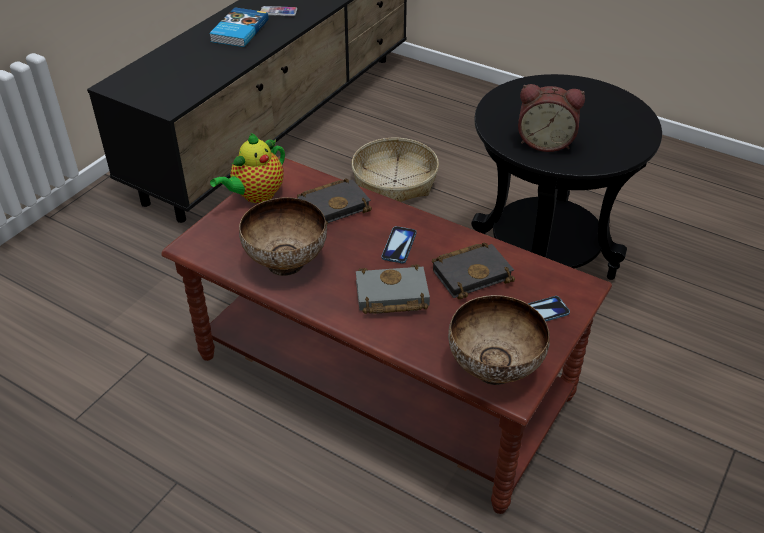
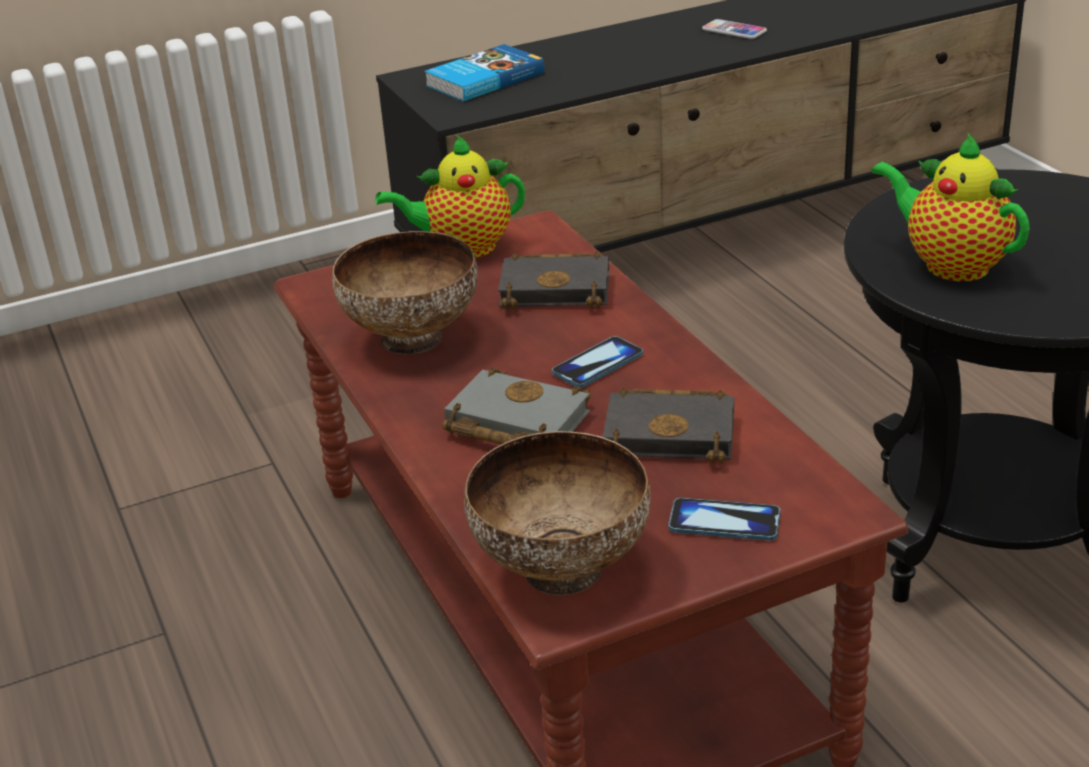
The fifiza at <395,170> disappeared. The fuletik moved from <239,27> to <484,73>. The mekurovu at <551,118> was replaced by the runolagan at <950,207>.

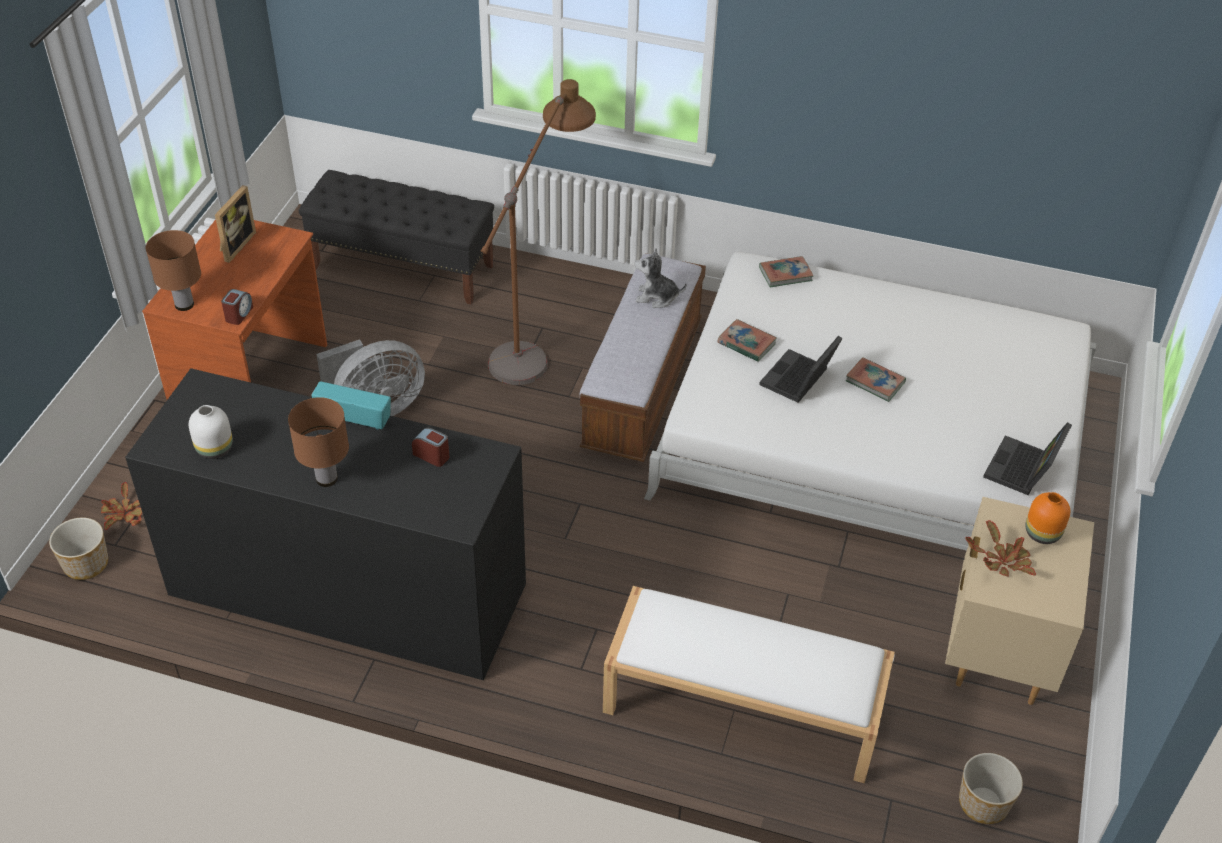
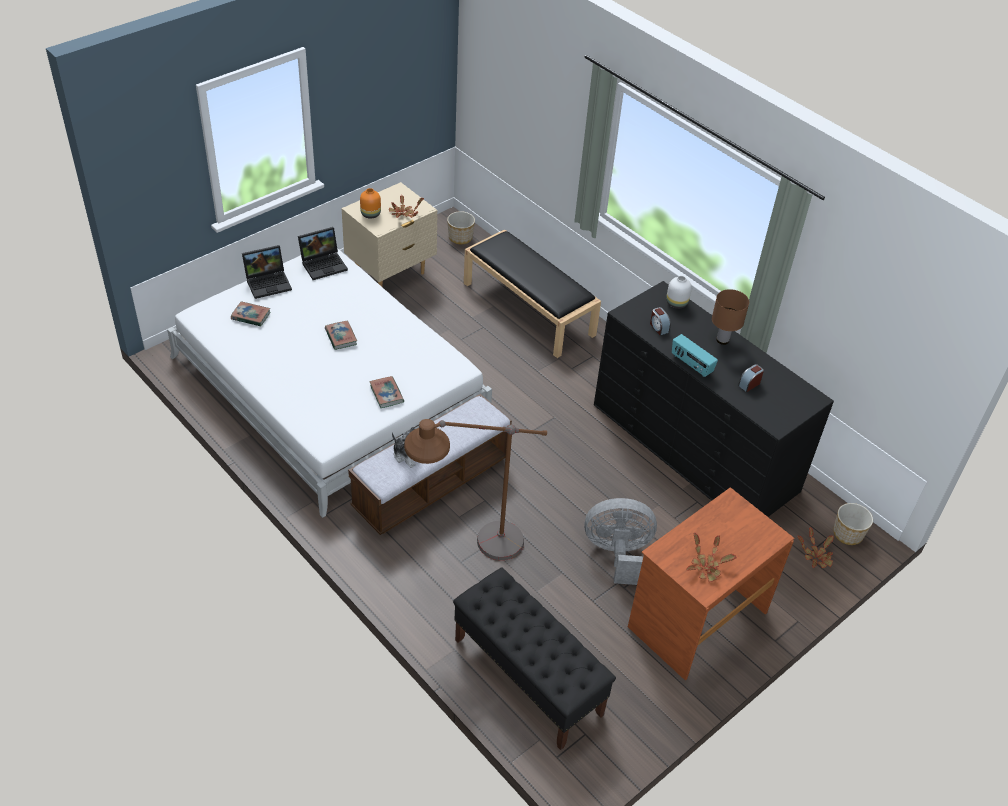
The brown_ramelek at <173,270> disappeared. The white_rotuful moved from <211,432> to <679,292>. The mekurovu moved from <237,307> to <751,378>. The fuletik moved from <786,271> to <250,313>. The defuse moved from <801,369> to <267,272>. The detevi at <235,224> was replaced by the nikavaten at <711,557>. The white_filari at <749,684> became the black_filari at <532,293>.

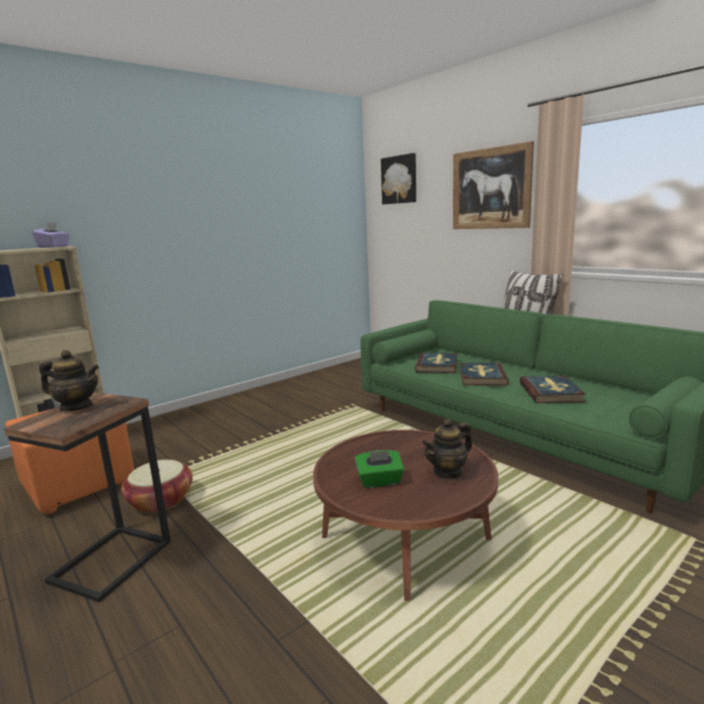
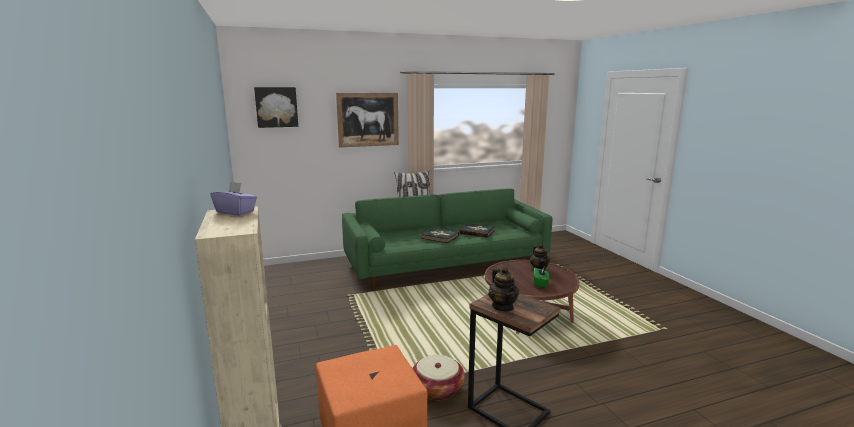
The fuletik at <436,363> disappeared. The runolagan at <69,380> turned 135 degrees clockwise.

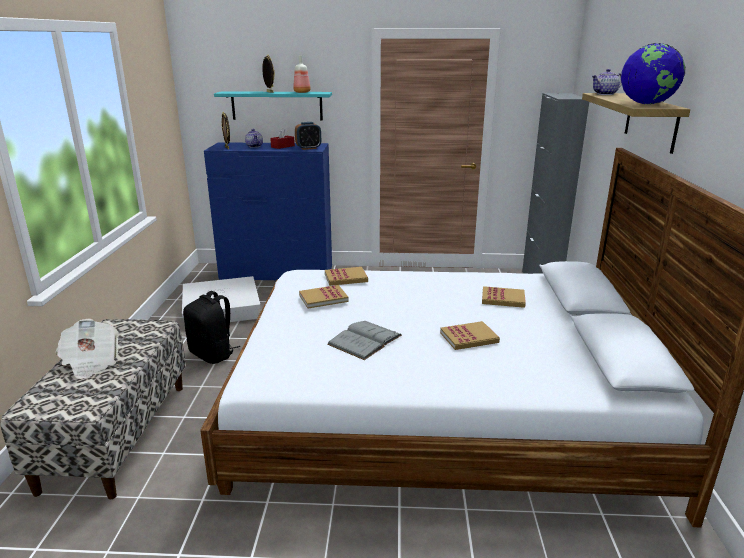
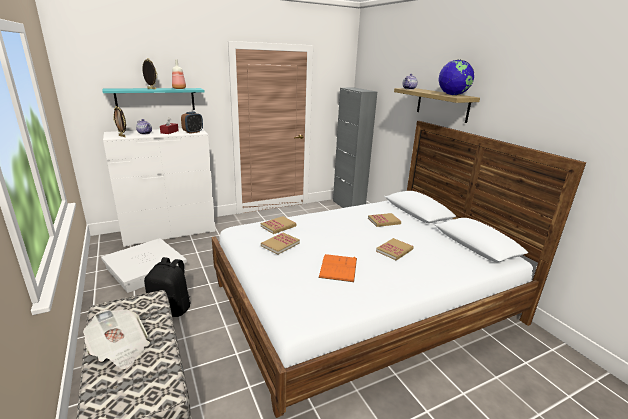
The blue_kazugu at <268,211> became the white_kazugu at <159,187>. The grey_fuletik at <364,340> became the orange_fuletik at <337,268>.

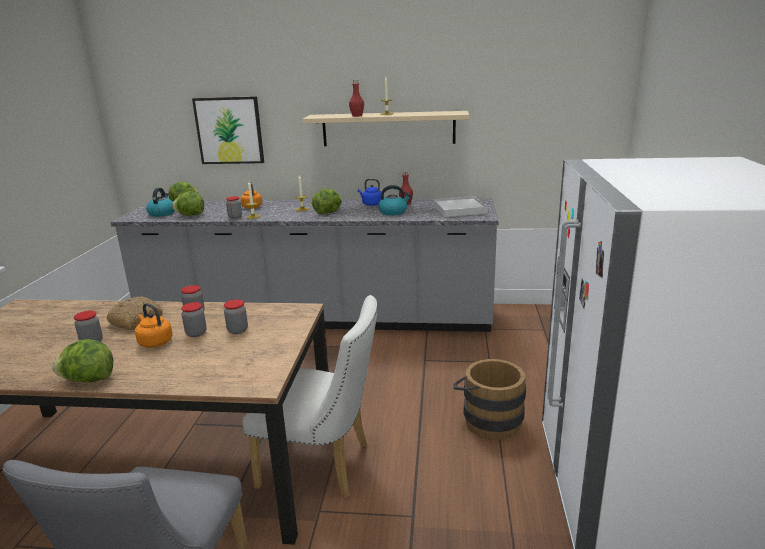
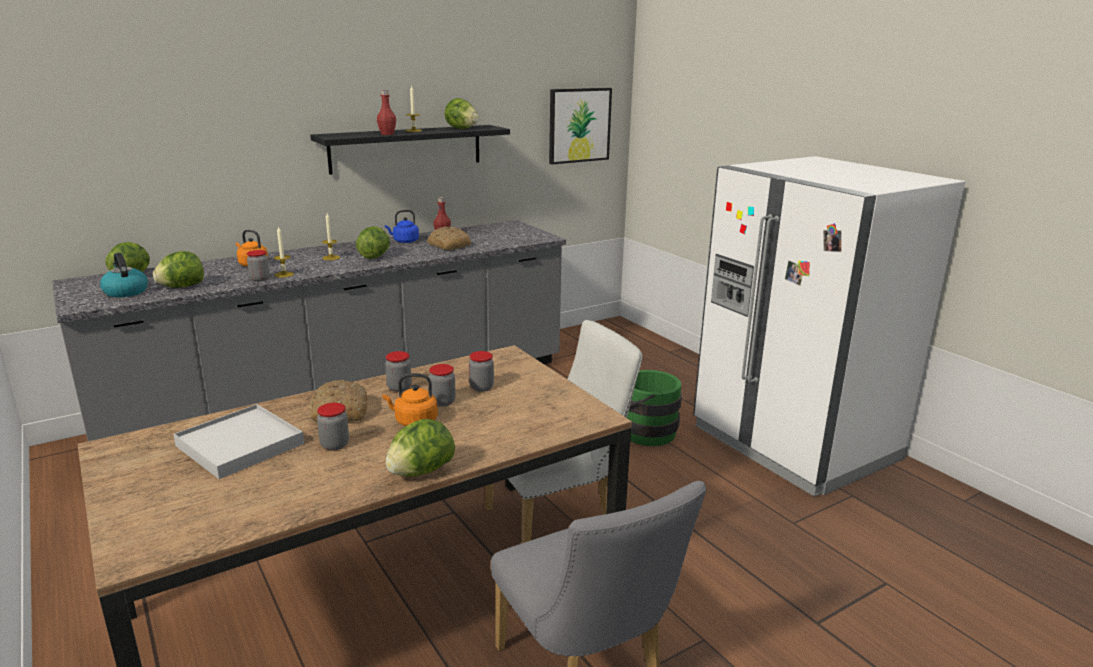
The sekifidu at <461,113> appeared. The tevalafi moved from <228,130> to <580,126>. The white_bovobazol moved from <460,206> to <238,441>. The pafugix at <394,200> was replaced by the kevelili at <449,238>. The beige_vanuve at <385,128> became the black_vanuve at <410,150>. The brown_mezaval at <489,399> became the green_mezaval at <654,408>.

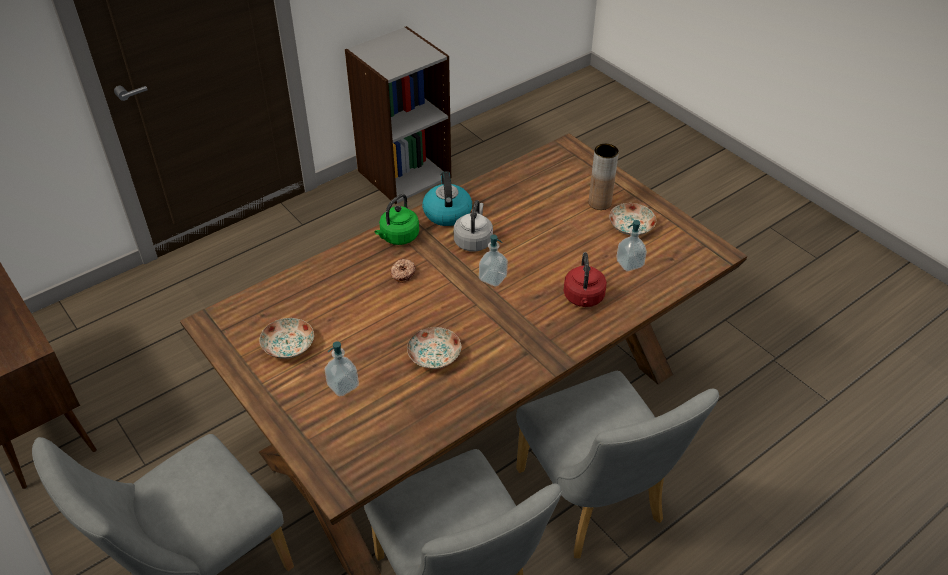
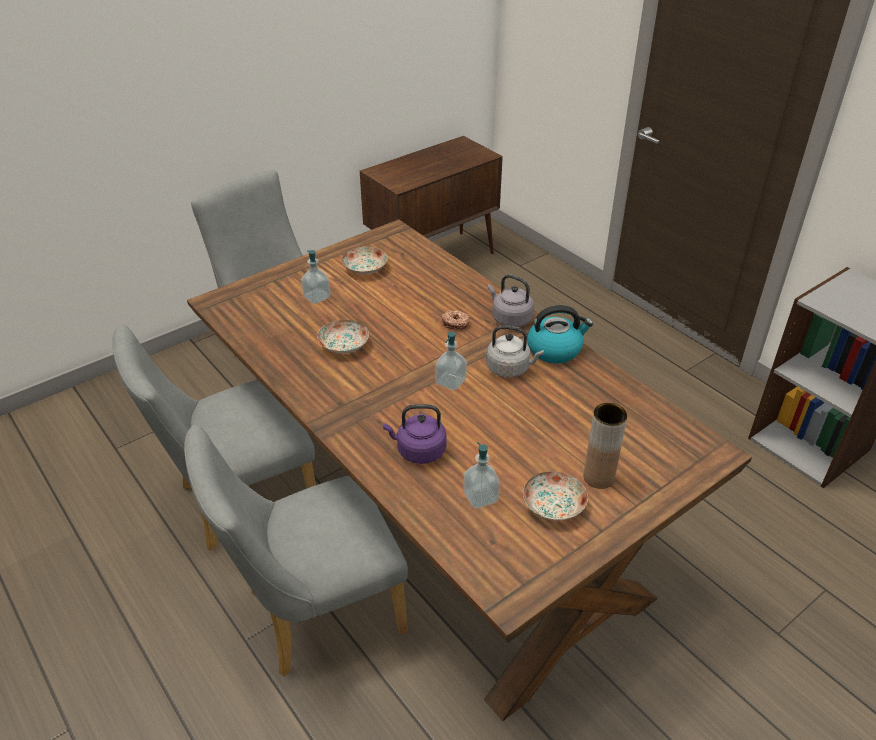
The green_pafugix at <397,219> became the grey_pafugix at <511,300>. The red_pafugix at <585,279> became the purple_pafugix at <415,434>.

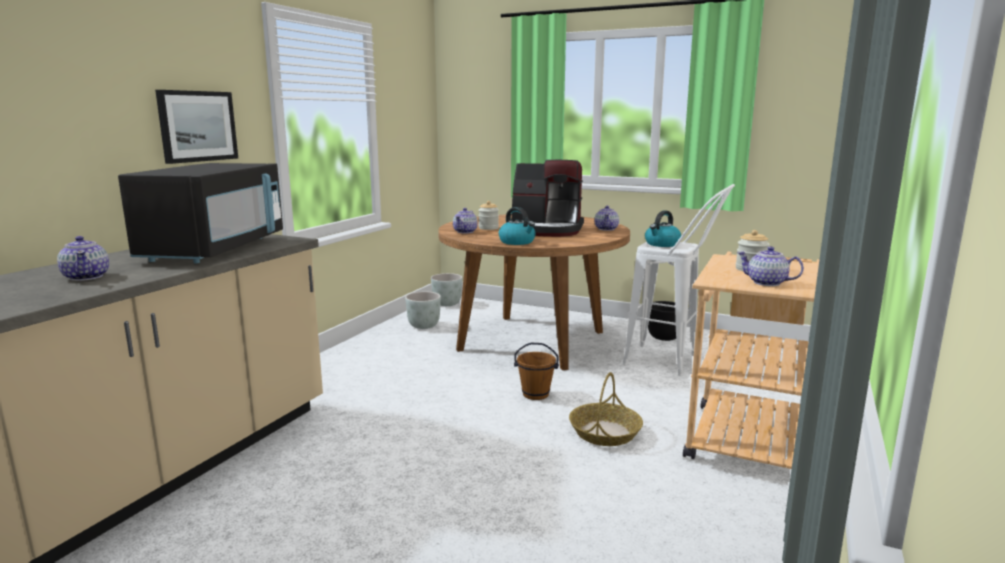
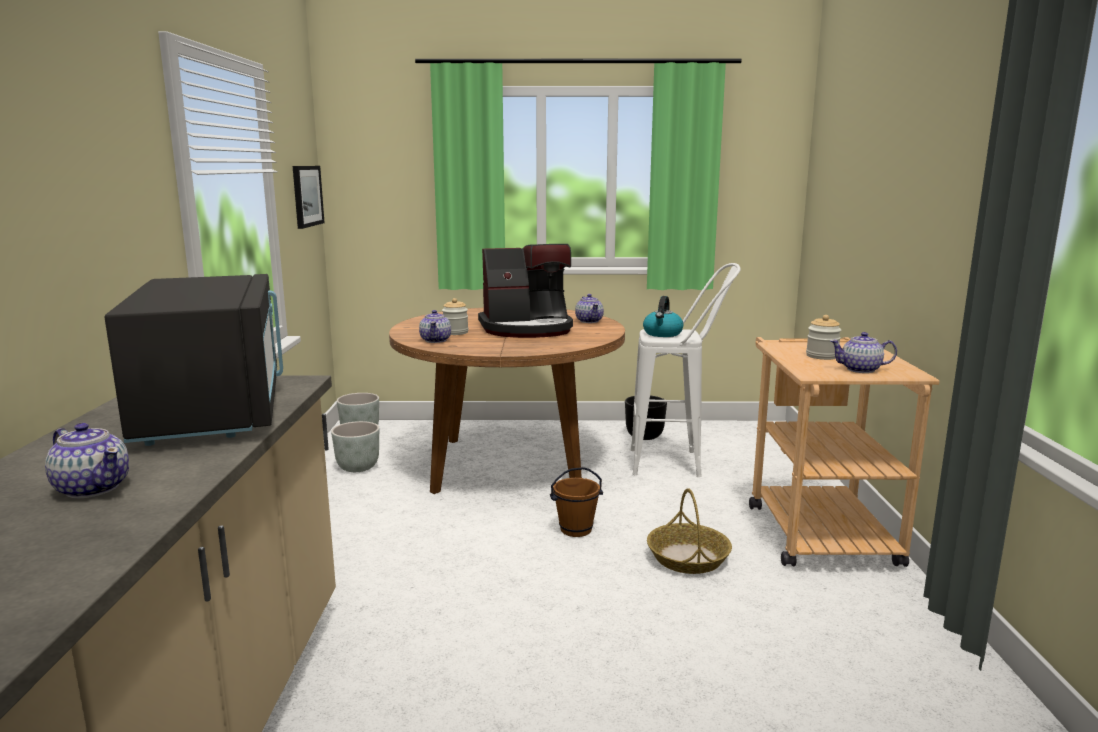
The pafugix at <517,226> disappeared. The tevalafi moved from <196,127> to <308,197>.

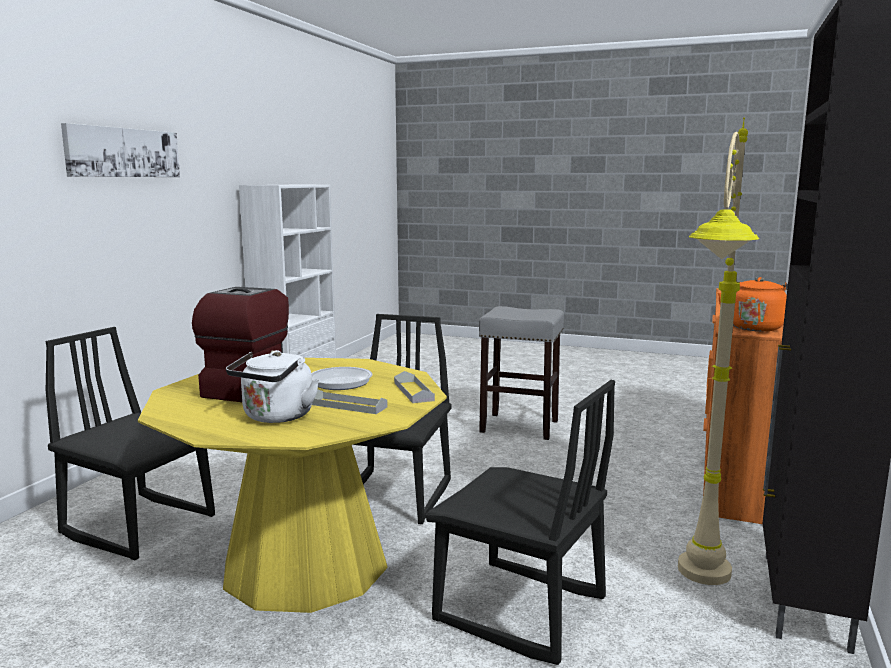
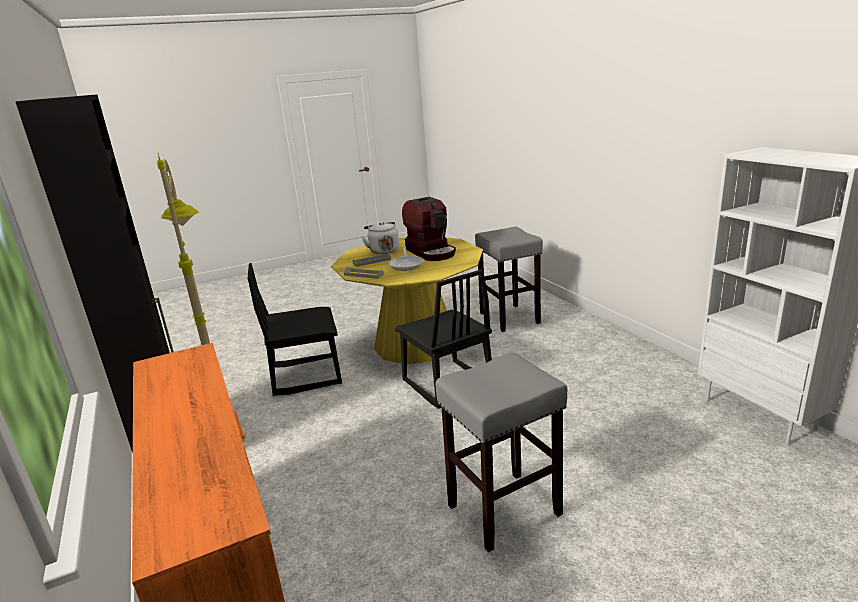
The tevalafi at <120,150> disappeared. The orange_pafugix at <753,304> disappeared. The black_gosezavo at <130,444> was replaced by the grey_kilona at <509,279>.

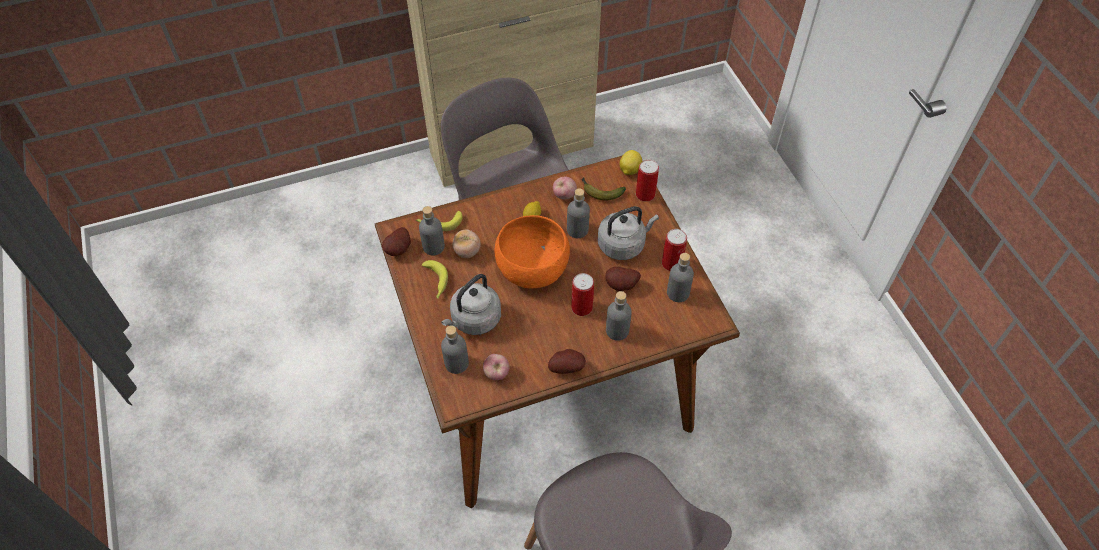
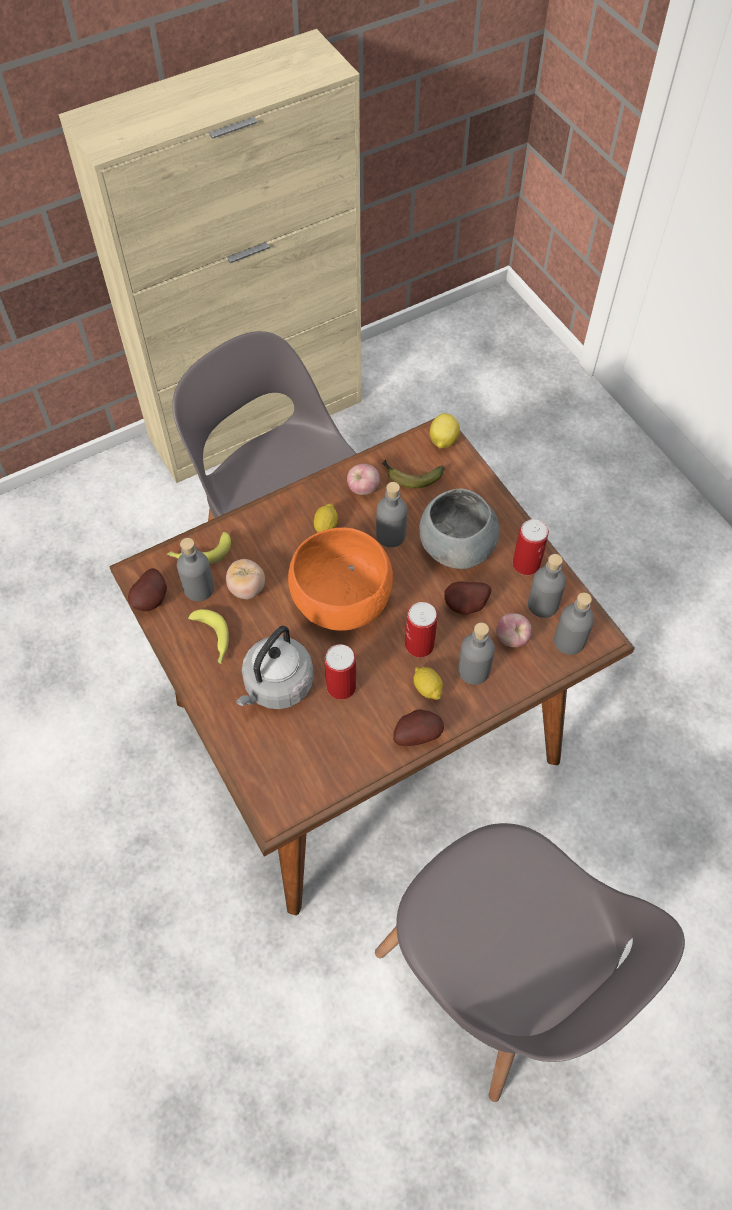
The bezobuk at <428,683> appeared. The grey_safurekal moved from <455,349> to <574,624>. The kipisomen moved from <496,367> to <514,630>. The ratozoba moved from <647,180> to <340,672>. The grey_pafugix at <628,233> was replaced by the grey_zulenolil at <459,529>.

